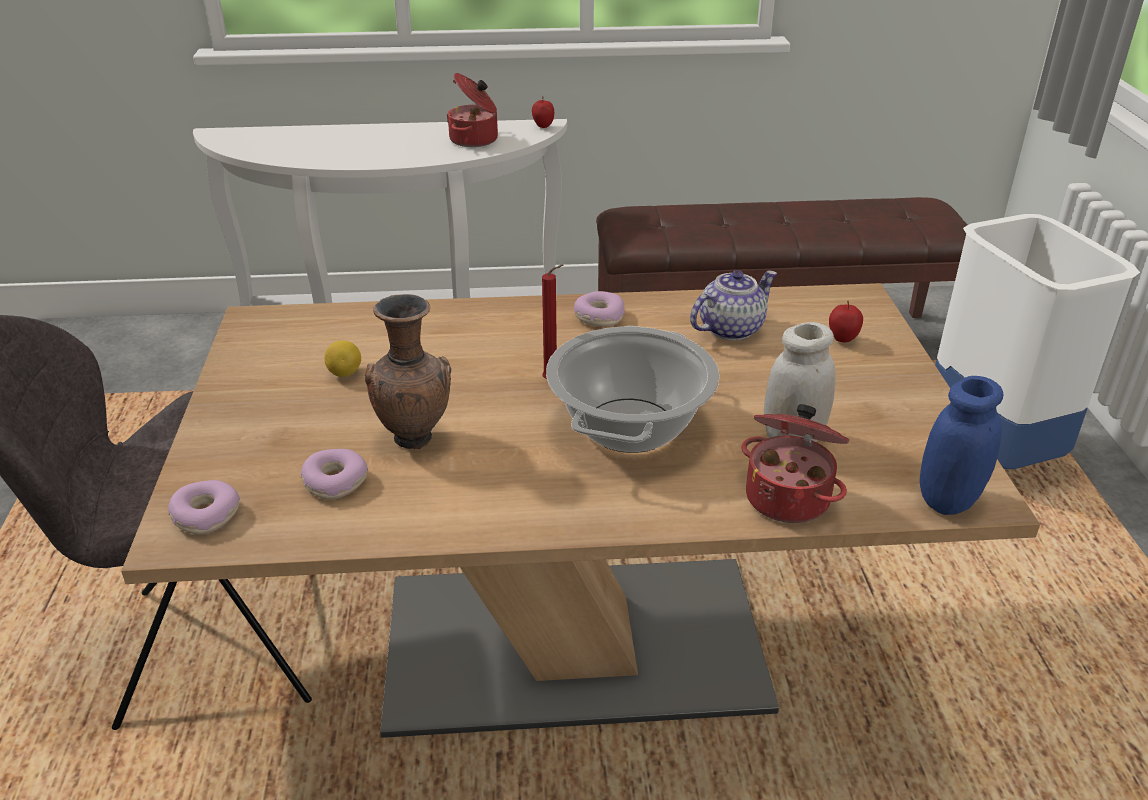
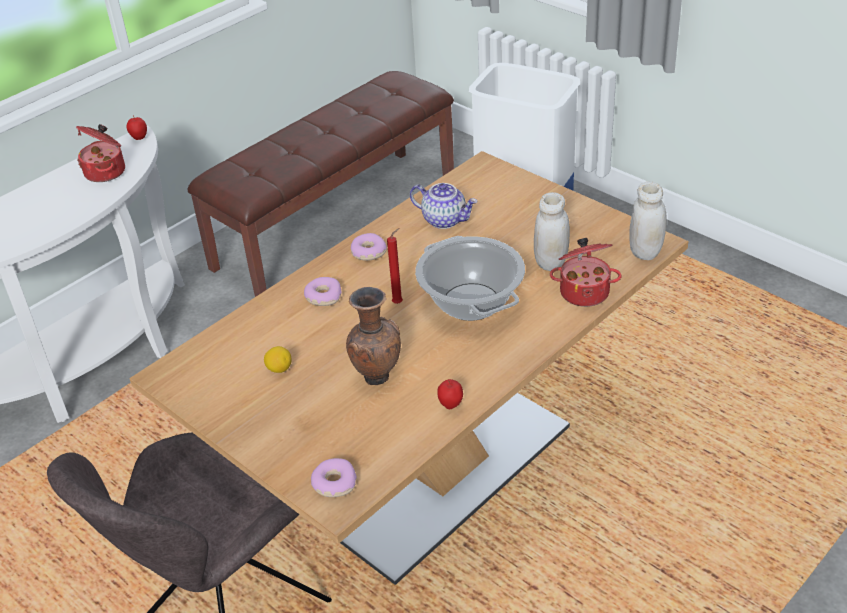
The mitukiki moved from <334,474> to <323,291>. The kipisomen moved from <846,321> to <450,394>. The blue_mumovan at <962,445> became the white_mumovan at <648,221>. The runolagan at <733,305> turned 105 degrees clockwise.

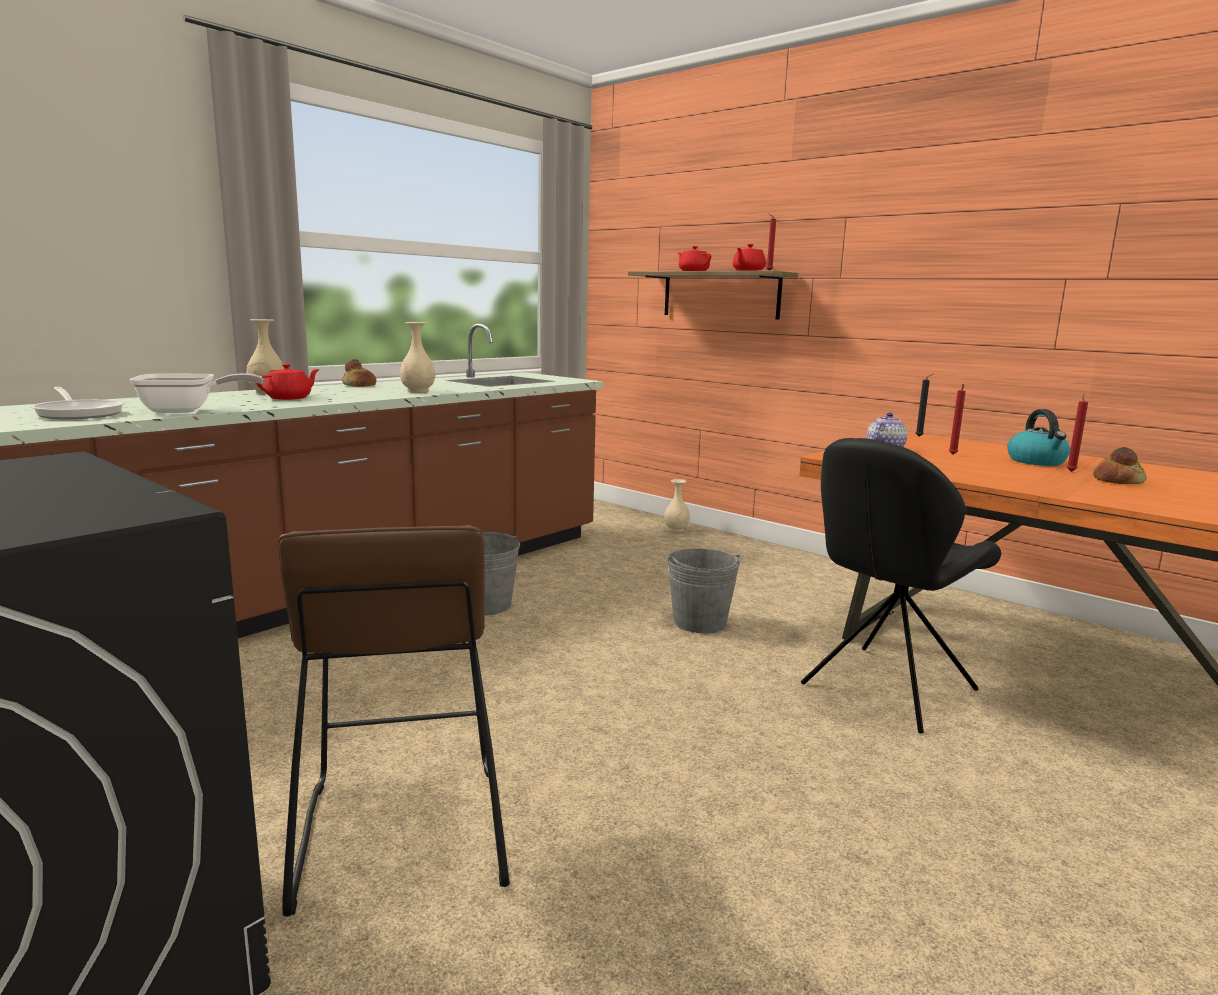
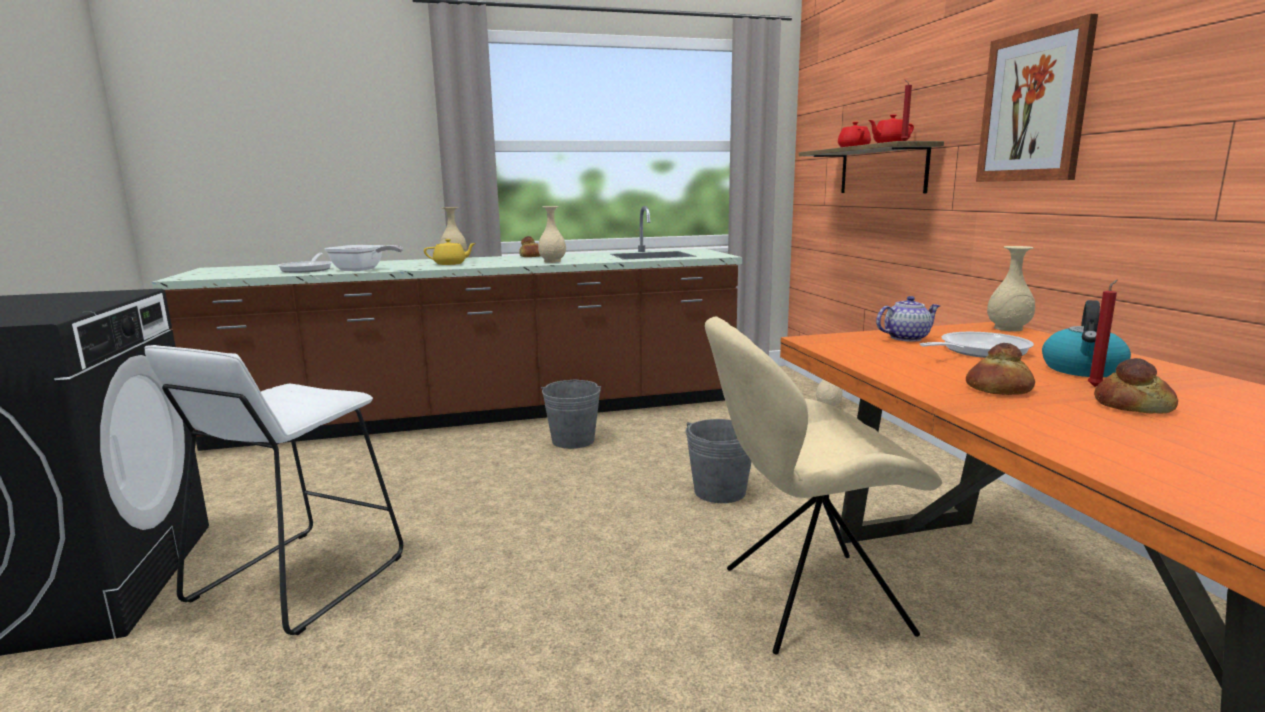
The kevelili at <1000,369> appeared. The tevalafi at <1037,98> appeared. The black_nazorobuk at <924,405> was replaced by the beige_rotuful at <1011,288>. The red_nazorobuk at <957,419> was replaced by the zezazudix at <976,345>. The red_runolagan at <288,382> became the yellow_runolagan at <450,252>. The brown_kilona at <394,721> became the white_kilona at <273,490>. The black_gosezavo at <901,585> became the beige_gosezavo at <823,485>.

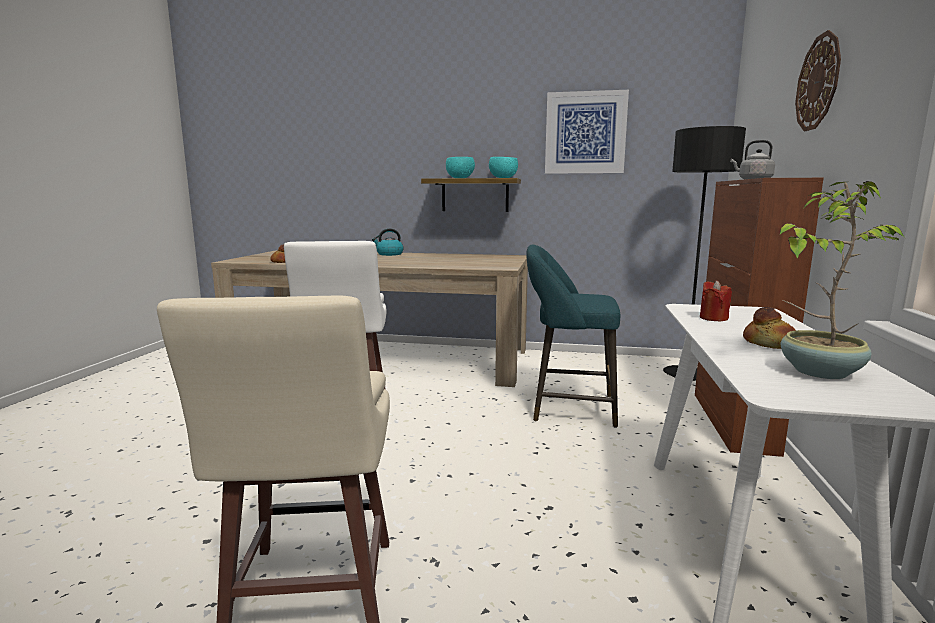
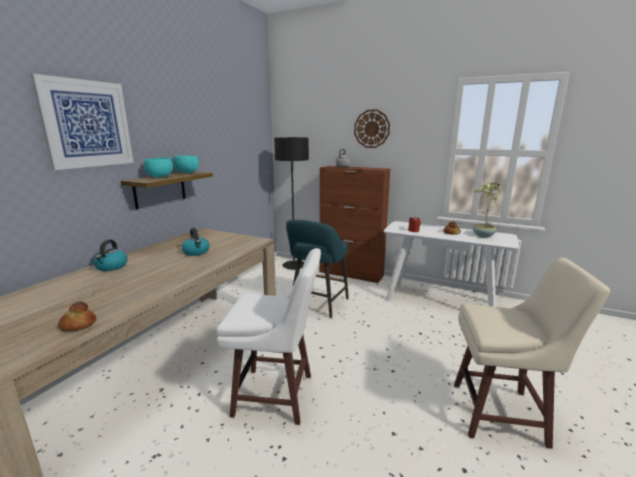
The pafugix at <195,242> appeared. The tevalafi moved from <587,132> to <82,122>.

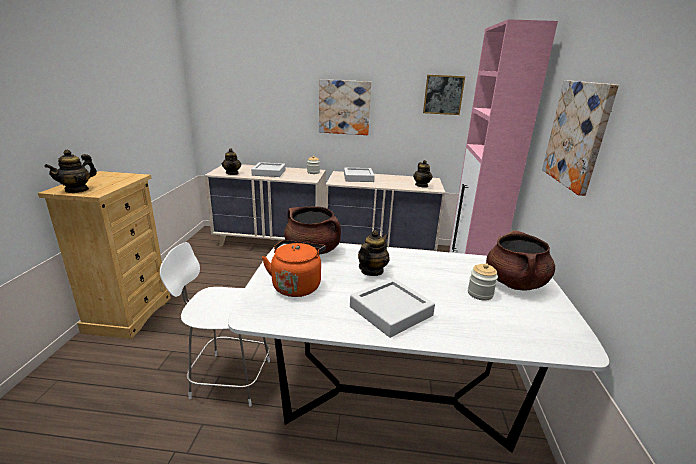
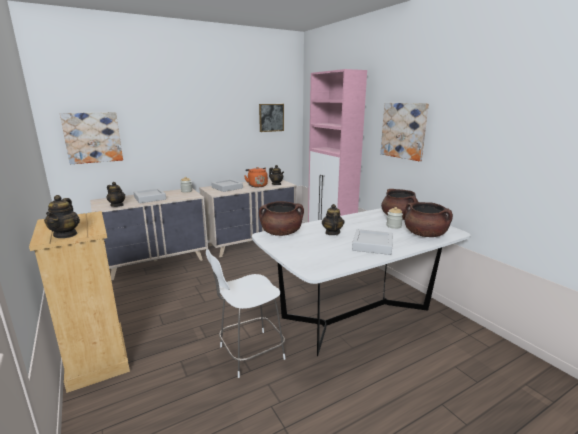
The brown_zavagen at <429,219> appeared. The orange_pafugix moved from <294,268> to <256,177>. The tevalafi moved from <345,107> to <91,138>.

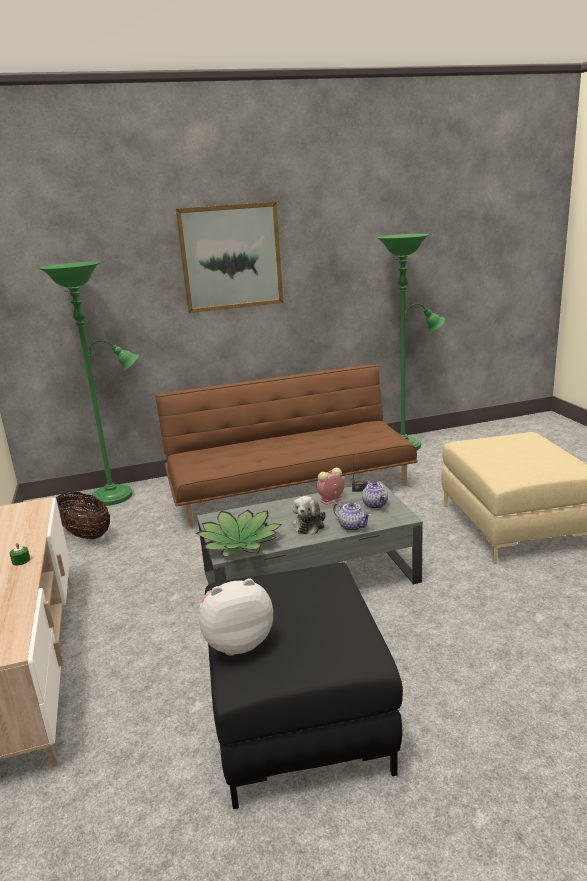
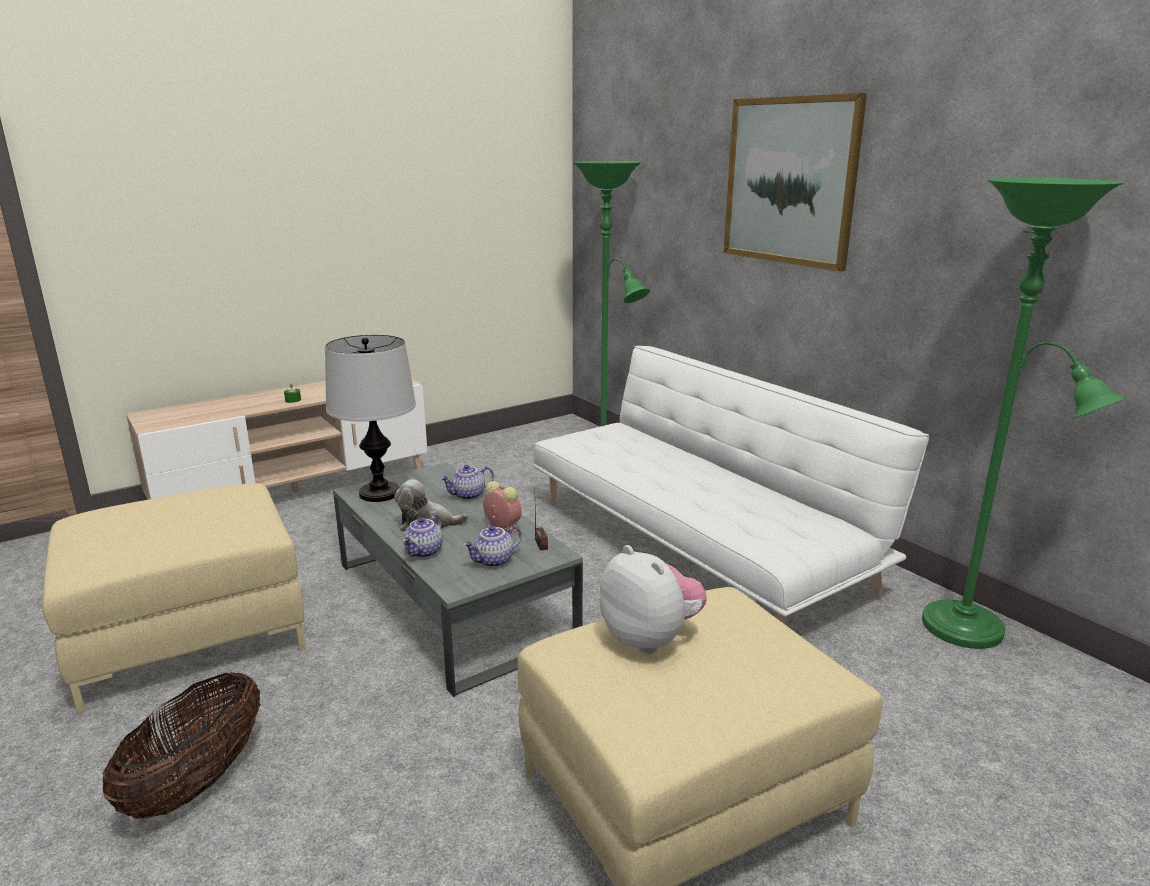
The runolagan at <467,482> appeared. The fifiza moved from <83,515> to <182,745>. The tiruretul moved from <236,617> to <653,599>. The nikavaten at <239,533> was replaced by the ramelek at <370,418>. The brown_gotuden at <287,446> became the white_gotuden at <731,485>. The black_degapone at <304,685> became the beige_degapone at <174,598>.

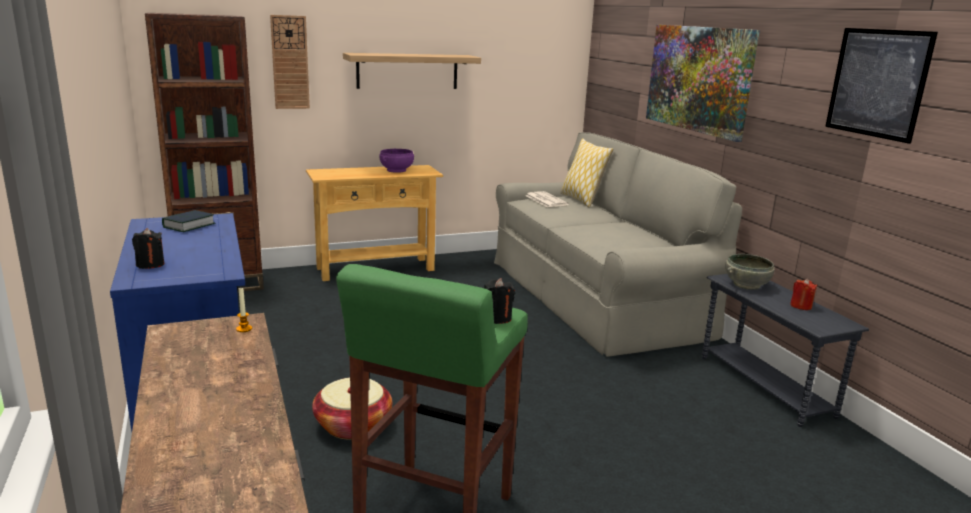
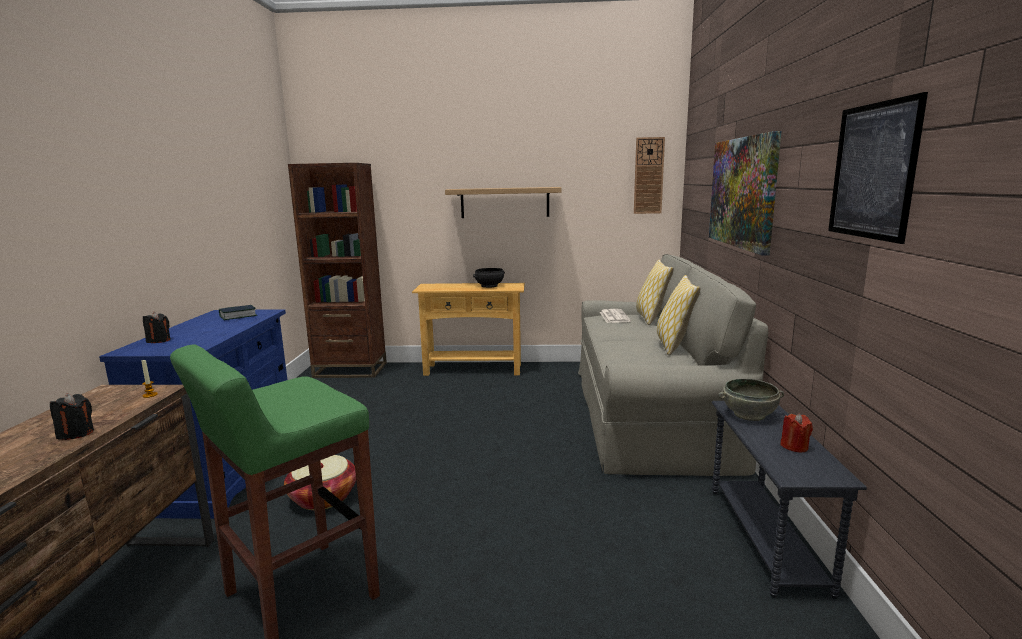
The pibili at <679,315> appeared. The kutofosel moved from <290,62> to <649,175>. The black_nazorobuk moved from <499,301> to <72,416>. The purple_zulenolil at <396,161> became the black_zulenolil at <489,278>.

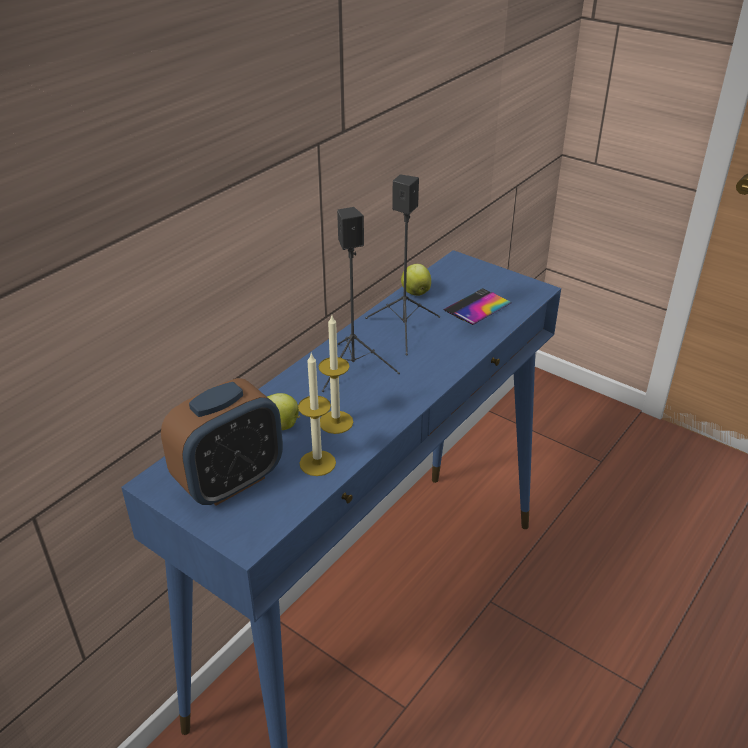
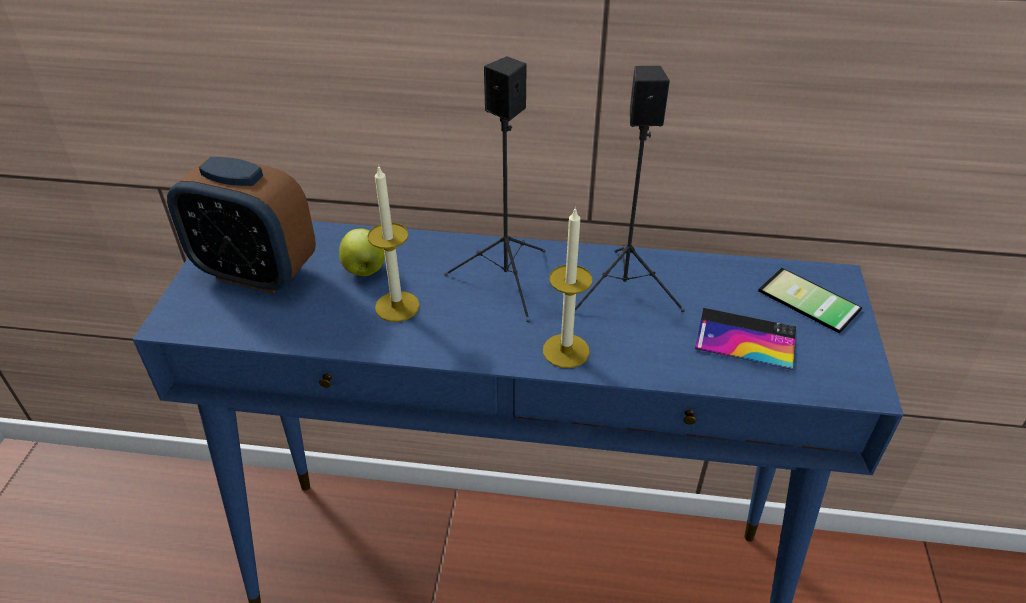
The kipisomen at <416,280> disappeared. The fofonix at <810,301> appeared. The nazorobuk moved from <317,414> to <567,287>.

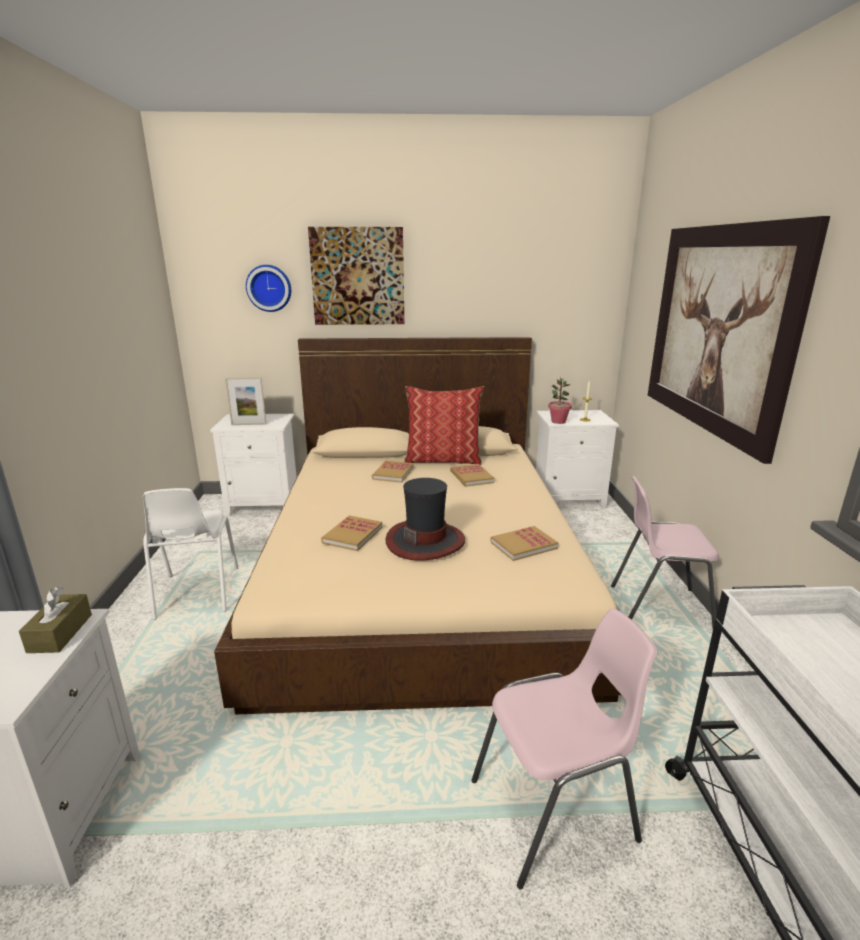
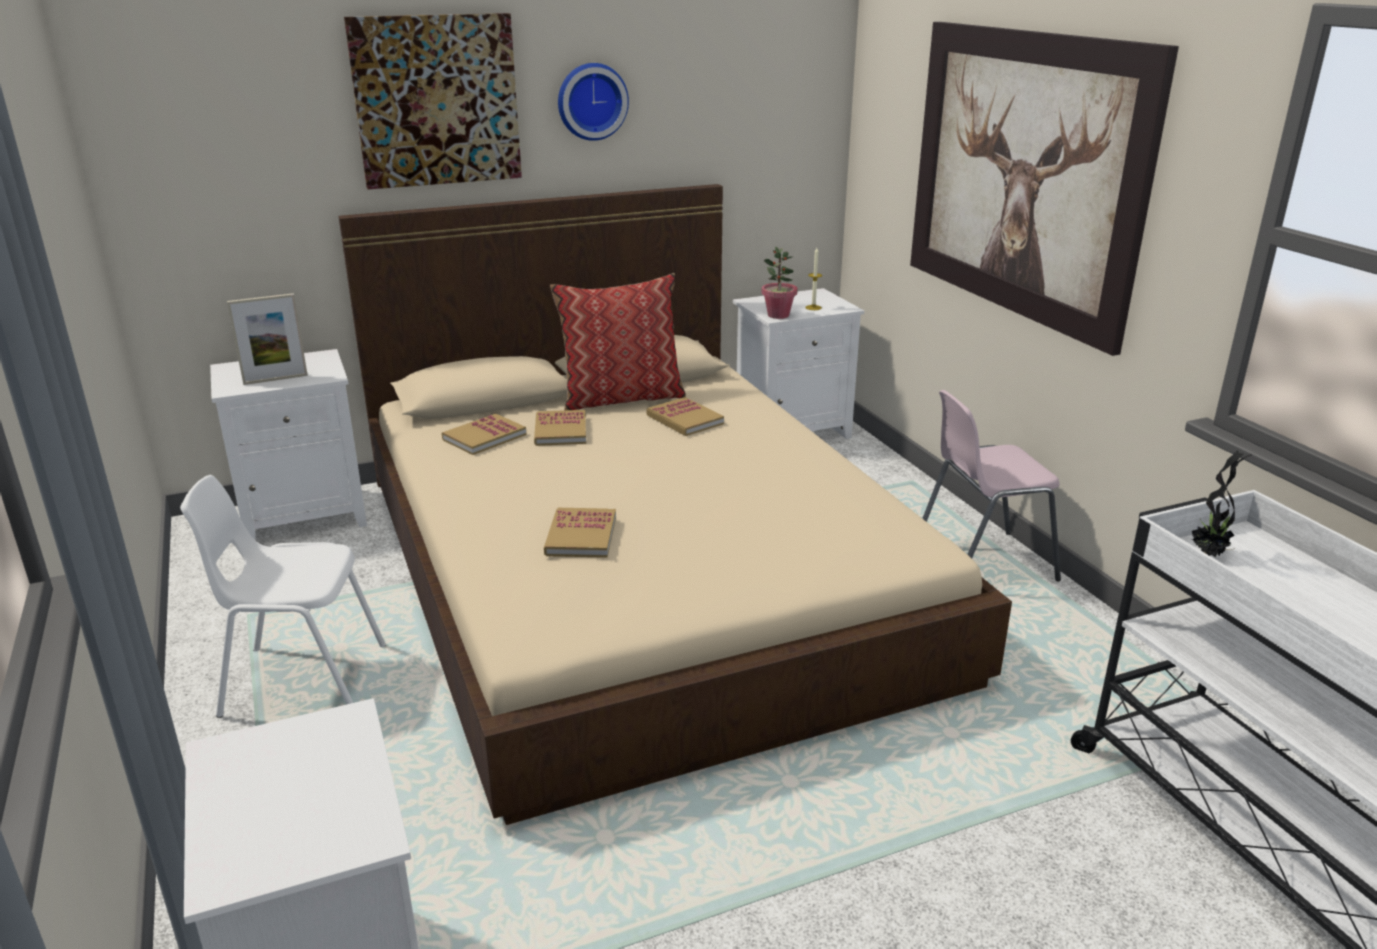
The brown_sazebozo at <55,620> disappeared. The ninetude at <425,519> disappeared. The pink_gosezavo at <564,749> disappeared. The nikavaten at <1222,504> appeared. The kutofosel moved from <268,288> to <593,102>. The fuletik moved from <524,543> to <484,434>. The white_gosezavo at <191,554> turned 120 degrees clockwise.

